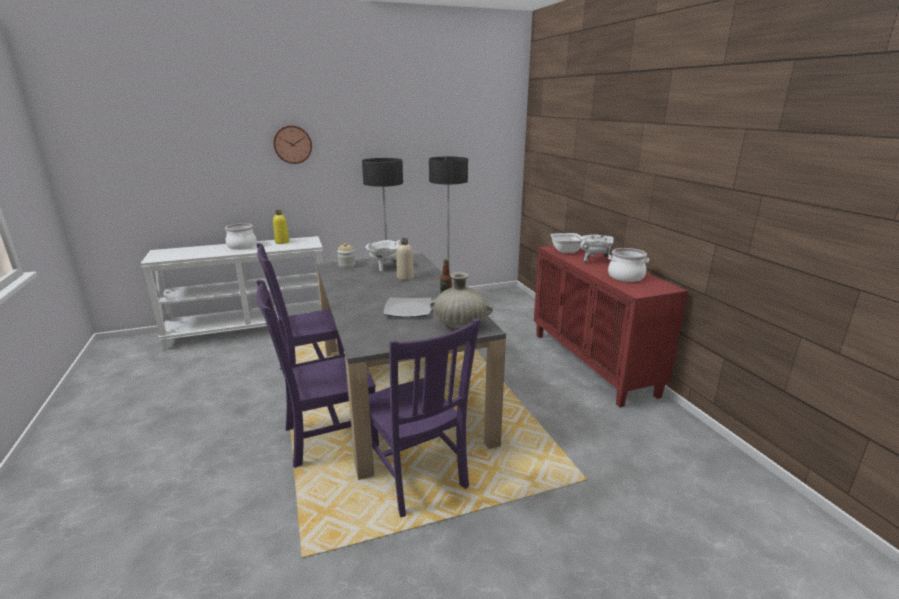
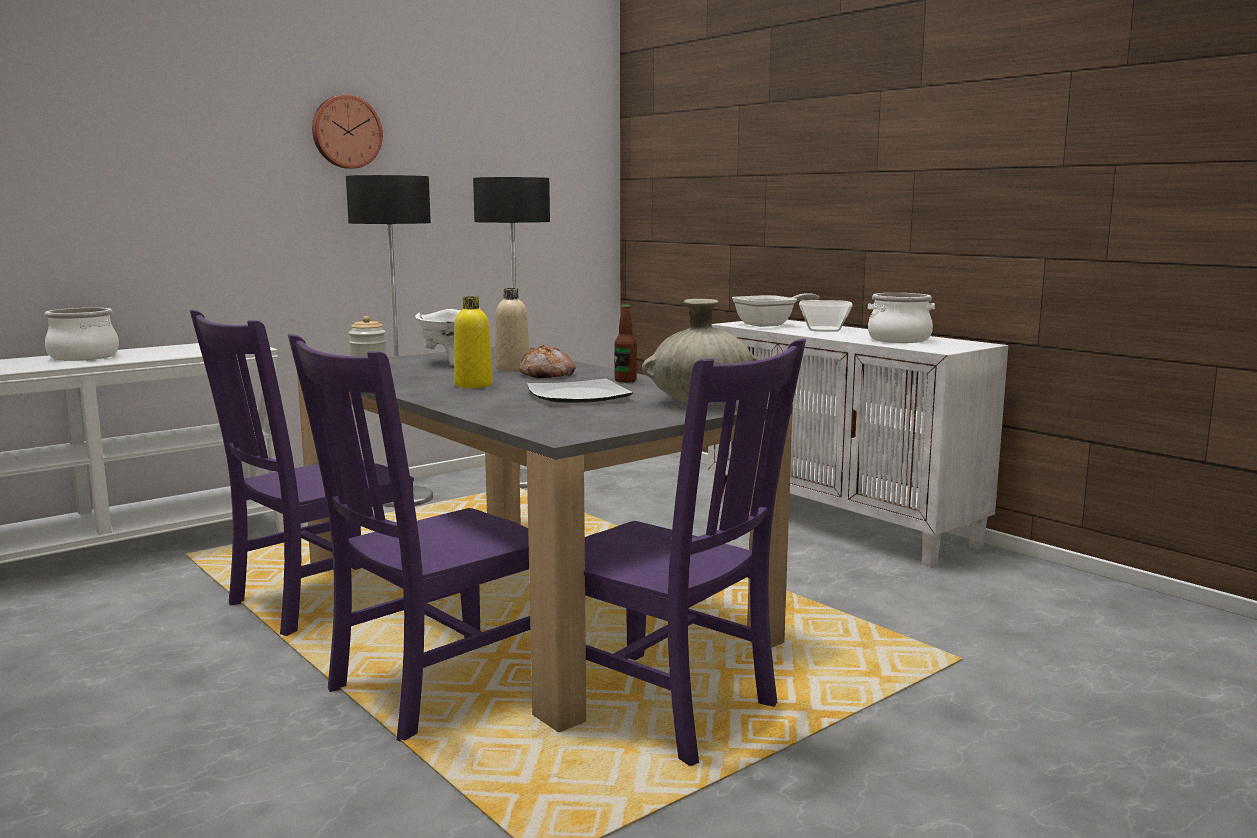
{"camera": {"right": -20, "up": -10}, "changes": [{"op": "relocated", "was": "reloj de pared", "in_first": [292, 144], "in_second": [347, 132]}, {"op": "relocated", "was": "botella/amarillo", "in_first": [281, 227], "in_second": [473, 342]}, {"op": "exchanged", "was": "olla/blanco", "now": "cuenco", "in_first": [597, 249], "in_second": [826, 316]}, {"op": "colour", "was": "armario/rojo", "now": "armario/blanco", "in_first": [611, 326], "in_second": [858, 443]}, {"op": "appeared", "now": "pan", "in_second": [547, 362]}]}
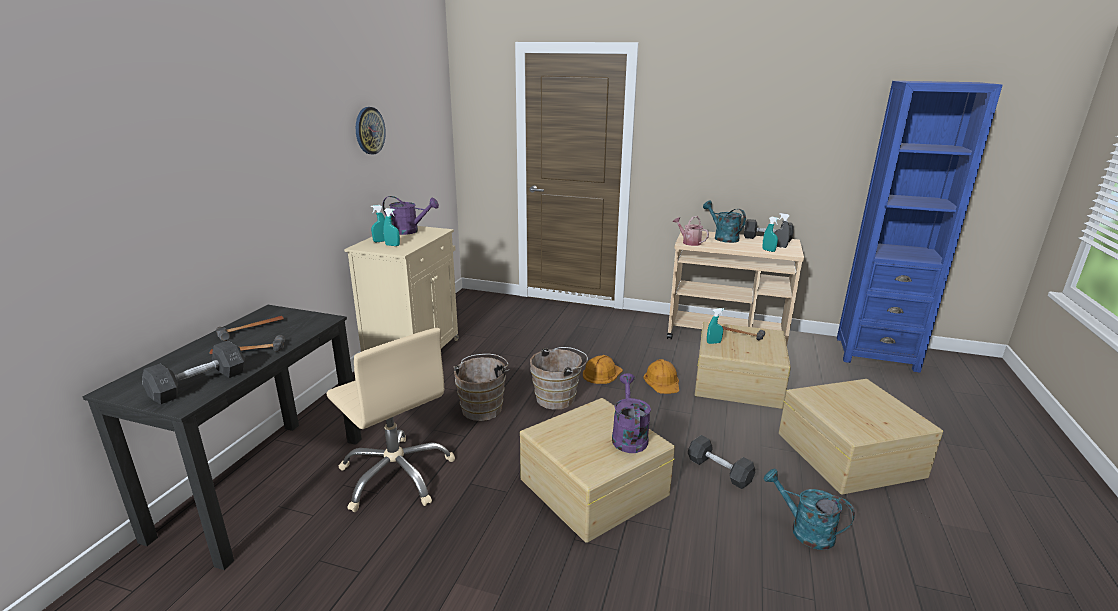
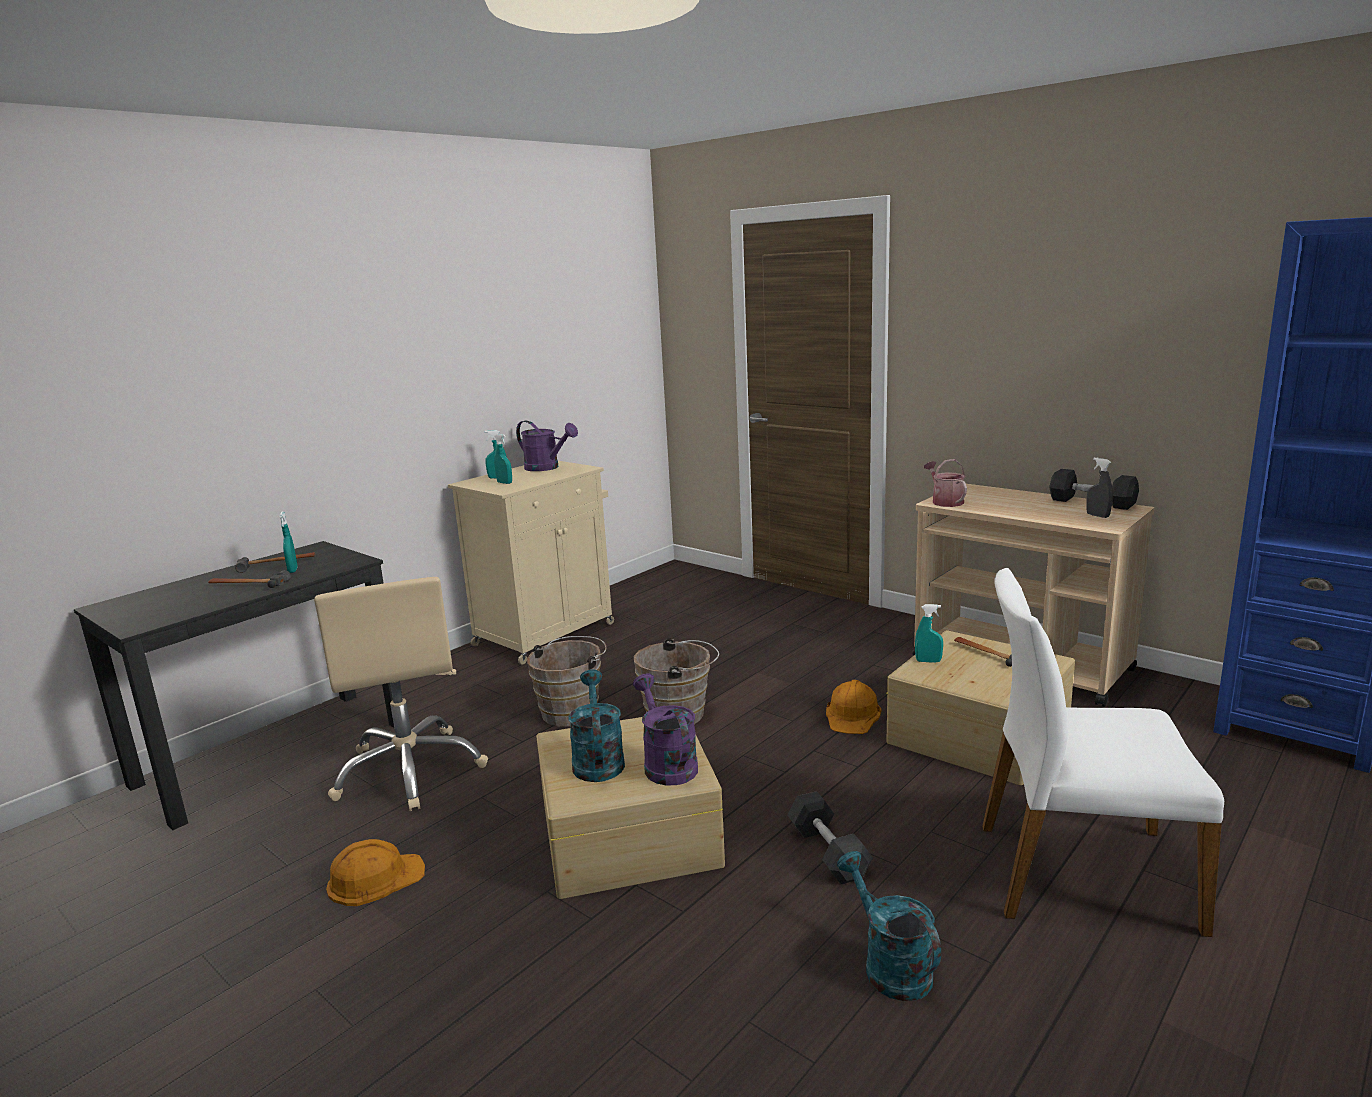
{"camera": {"right": 25, "up": -5}, "changes": [{"op": "missing", "was": "reloj de pared", "in_first": [371, 131]}, {"op": "relocated", "was": "regadera/turquesa", "in_first": [724, 222], "in_second": [596, 725]}, {"op": "relocated", "was": "pulverizador/turquesa", "in_first": [771, 234], "in_second": [288, 542]}, {"op": "missing", "was": "mancuerna/gris", "in_first": [193, 372]}, {"op": "relocated", "was": "casco/naranja", "in_first": [603, 369], "in_second": [375, 872]}, {"op": "spun", "was": "regadera/morado", "in_first": [631, 413], "in_second": [665, 729], "clockwise": -45}, {"op": "exchanged", "was": "caja de almacenaje/beis", "now": "silla/blanco", "in_first": [861, 436], "in_second": [1103, 752]}]}
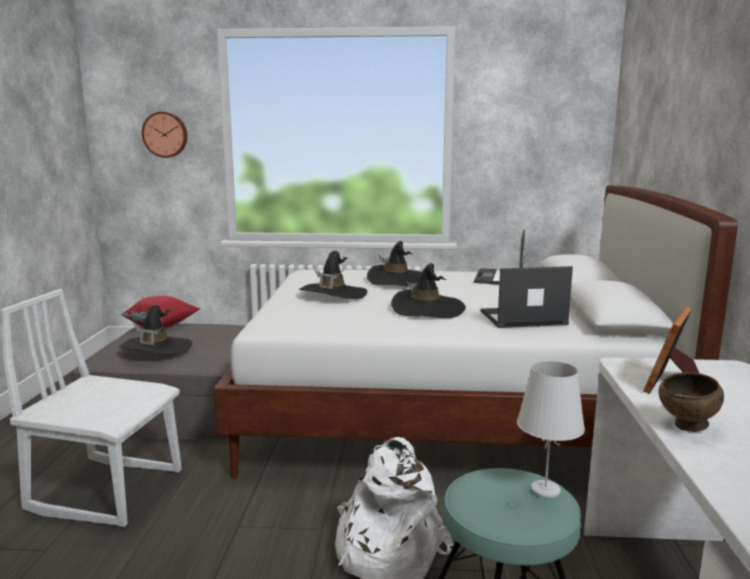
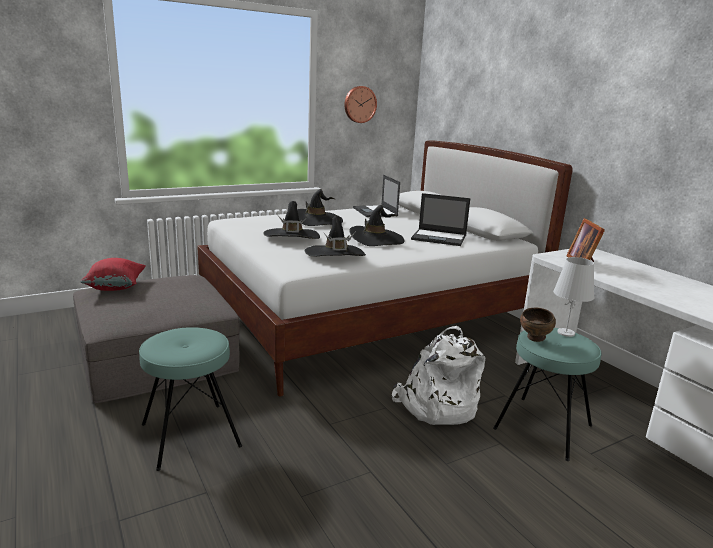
{"camera": {"right": -35, "up": 5}, "changes": [{"op": "relocated", "was": "reloj de pared", "in_first": [164, 135], "in_second": [361, 104]}, {"op": "spun", "was": "portátil", "in_first": [526, 297], "in_second": [440, 219], "clockwise": -120}, {"op": "exchanged", "was": "silla/blanco", "now": "taburete/turquesa", "in_first": [91, 408], "in_second": [190, 399]}, {"op": "relocated", "was": "sombrero/negro", "in_first": [155, 329], "in_second": [335, 236]}, {"op": "relocated", "was": "cuenco/marrón", "in_first": [691, 402], "in_second": [538, 324]}]}
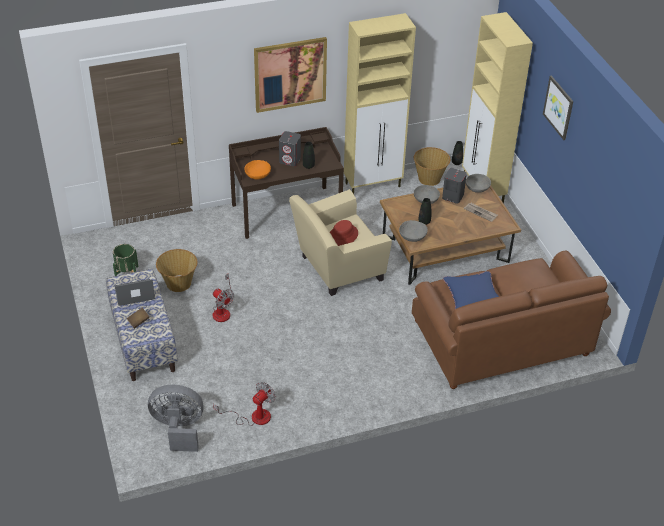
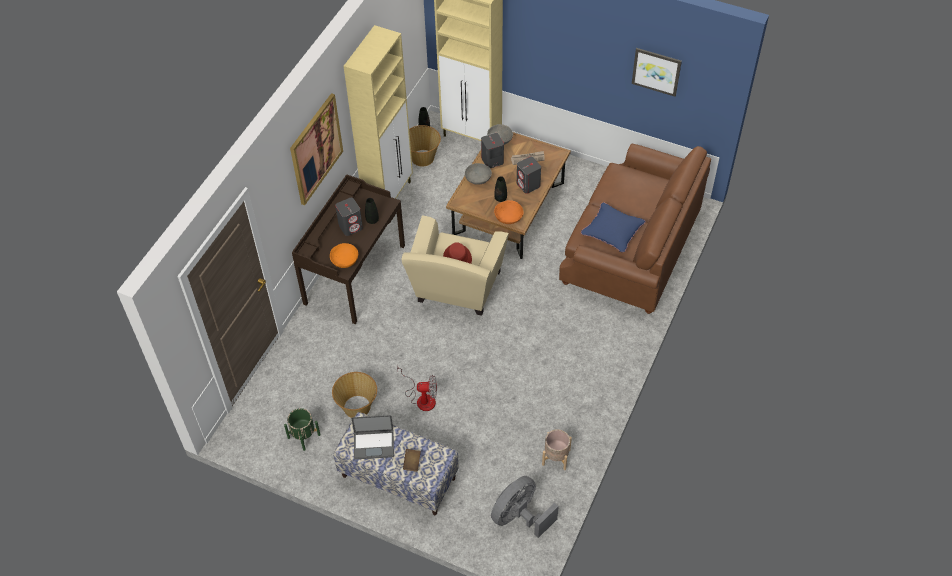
{"camera": {"right": -45, "up": 10}, "changes": [{"op": "relocated", "was": "cuadro", "in_first": [558, 107], "in_second": [657, 72]}, {"op": "colour", "was": "cuenco/gris", "now": "cuenco/naranja", "in_first": [413, 231], "in_second": [509, 212]}, {"op": "spun", "was": "portátil", "in_first": [134, 292], "in_second": [372, 437], "clockwise": -120}, {"op": "exchanged", "was": "ventilador", "now": "maceta/beis", "in_first": [244, 404], "in_second": [557, 449]}, {"op": "appeared", "now": "altavoz/gris", "in_second": [529, 175]}]}
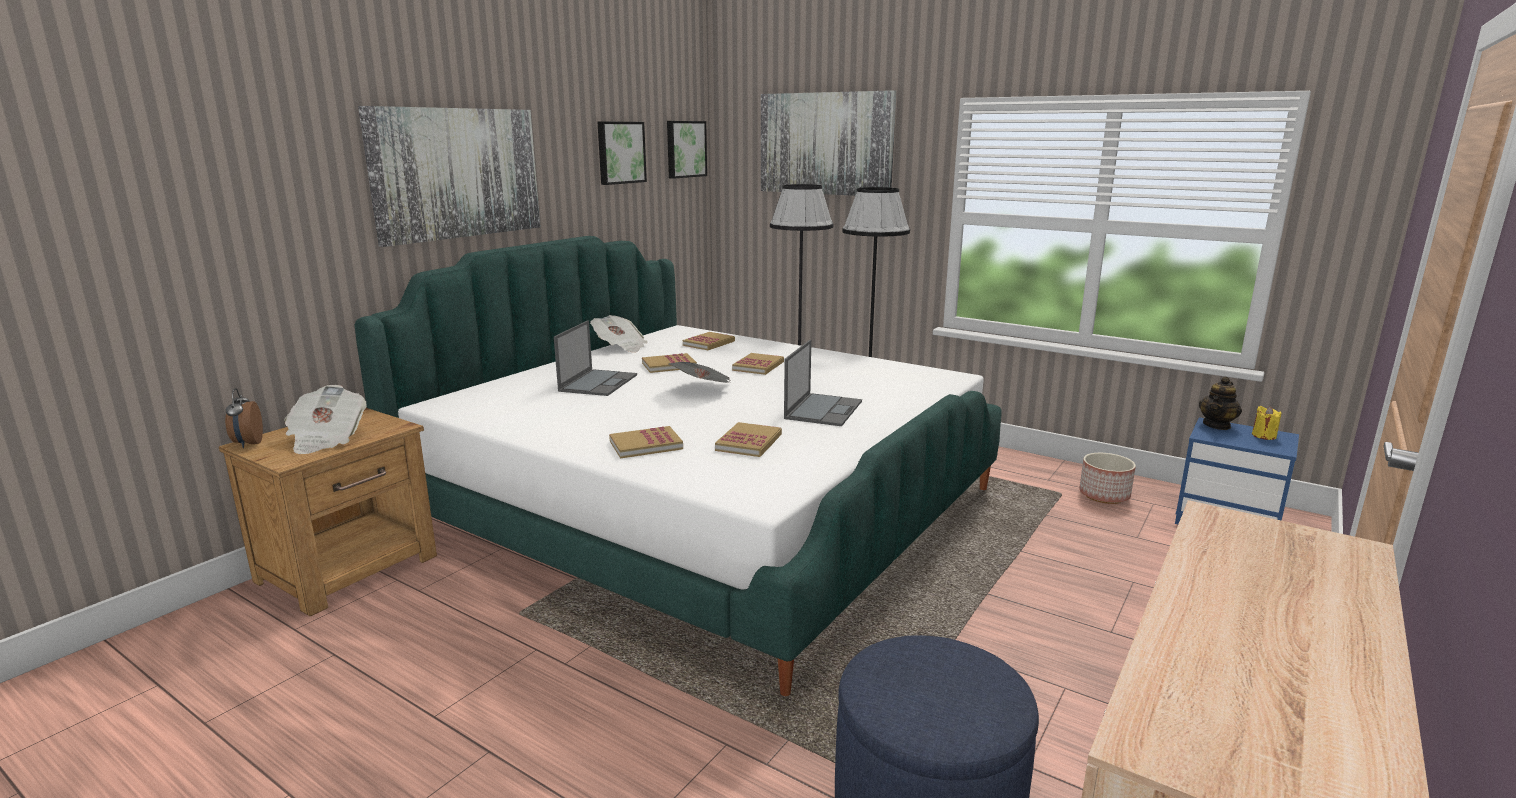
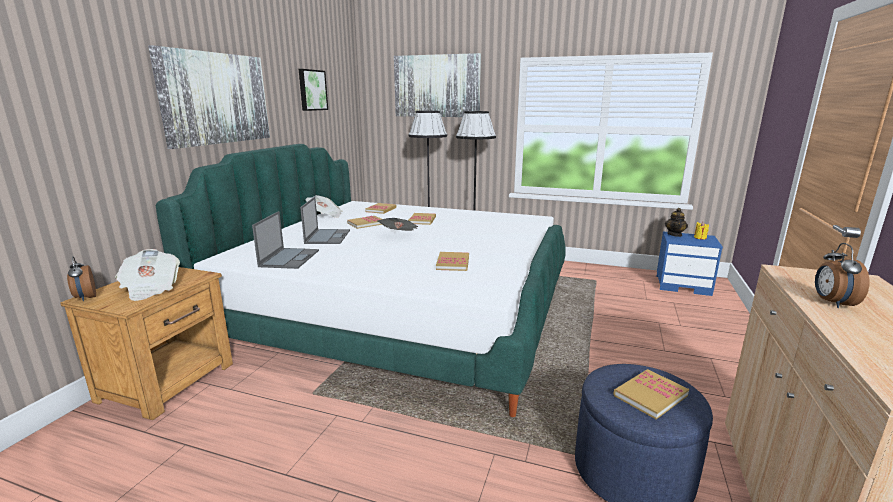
{"camera": {"right": -15, "up": 0}, "changes": [{"op": "missing", "was": "cuadro", "in_first": [687, 150]}, {"op": "relocated", "was": "portátil", "in_first": [823, 383], "in_second": [285, 240]}, {"op": "relocated", "was": "libro", "in_first": [646, 442], "in_second": [651, 394]}, {"op": "missing", "was": "maceta", "in_first": [1107, 478]}, {"op": "appeared", "now": "despertador", "in_second": [842, 275]}]}
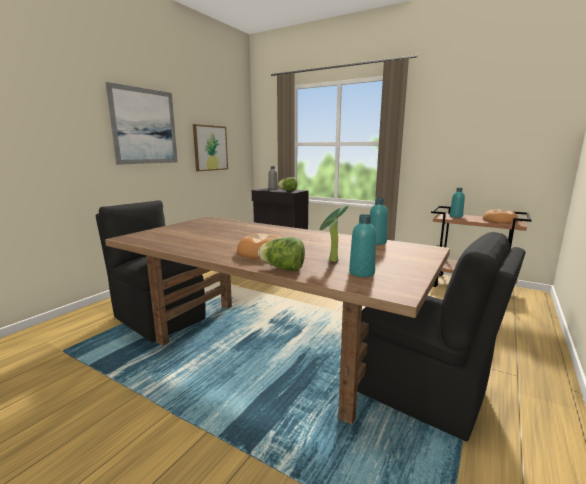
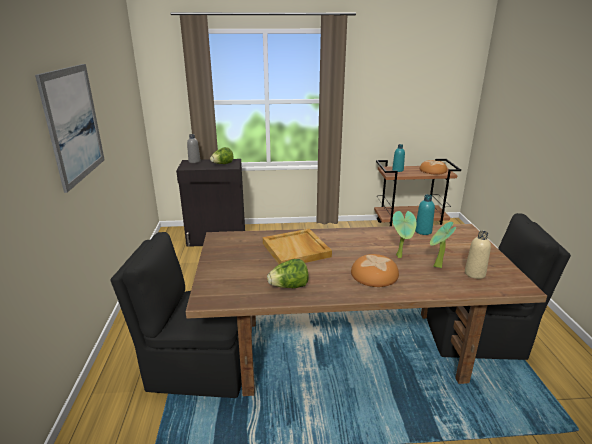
{"camera": {"right": -35, "up": 10}, "changes": [{"op": "missing", "was": "cuadro", "in_first": [210, 147]}, {"op": "colour", "was": "botella/turquesa", "now": "botella/beis", "in_first": [362, 245], "in_second": [478, 255]}, {"op": "relocated", "was": "lechuga", "in_first": [281, 254], "in_second": [288, 273]}, {"op": "appeared", "now": "planta en maceta", "in_second": [404, 234]}, {"op": "appeared", "now": "bandeja/beis", "in_second": [297, 246]}]}
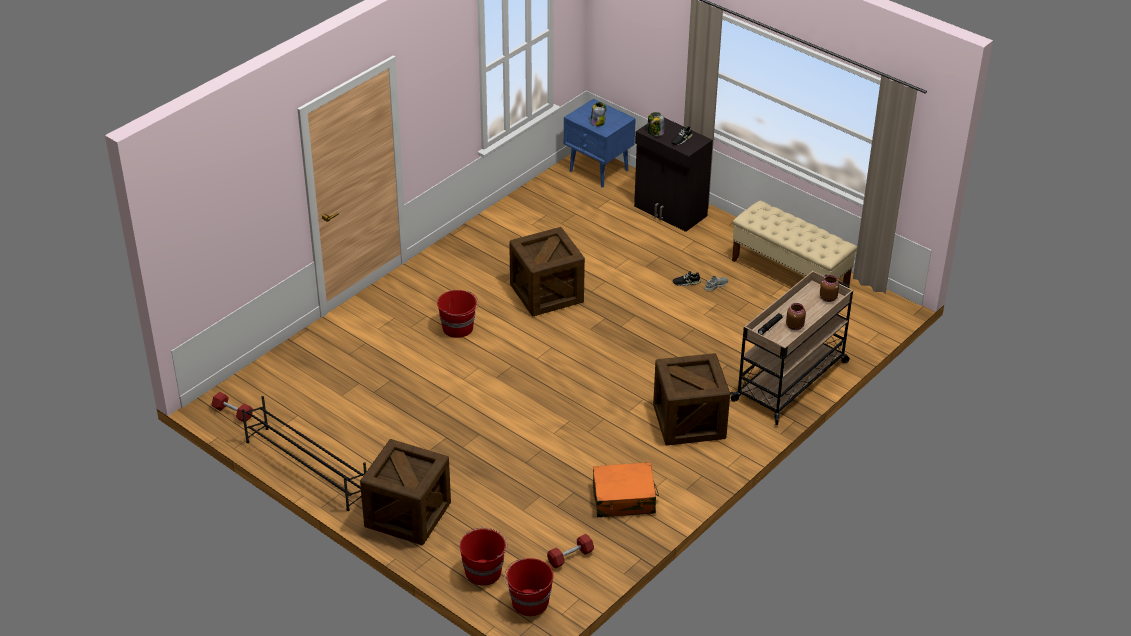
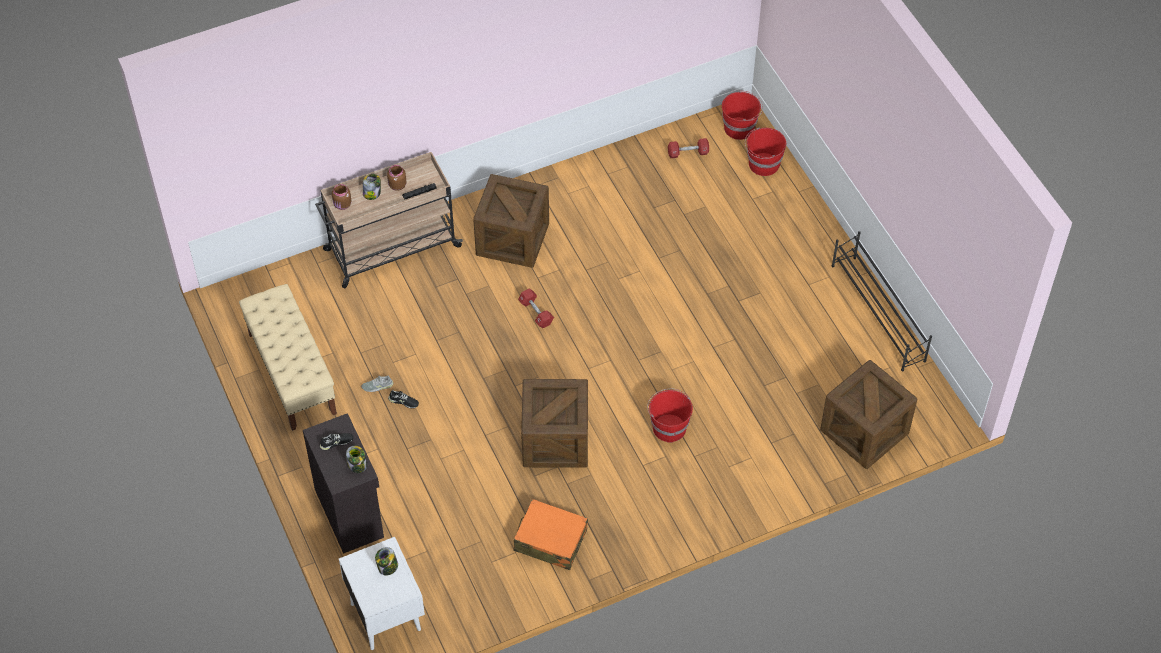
{"camera": {"right": -155, "up": 15}, "changes": [{"op": "colour", "was": "mesita de noche/azul", "now": "mesita de noche/blanco", "in_first": [600, 143], "in_second": [382, 593]}, {"op": "relocated", "was": "mancuerna/rojo", "in_first": [232, 407], "in_second": [536, 308]}, {"op": "relocated", "was": "caja de embalaje", "in_first": [405, 492], "in_second": [868, 414]}, {"op": "relocated", "was": "maleta/naranja", "in_first": [626, 489], "in_second": [551, 534]}, {"op": "appeared", "now": "tarro", "in_second": [372, 187]}]}
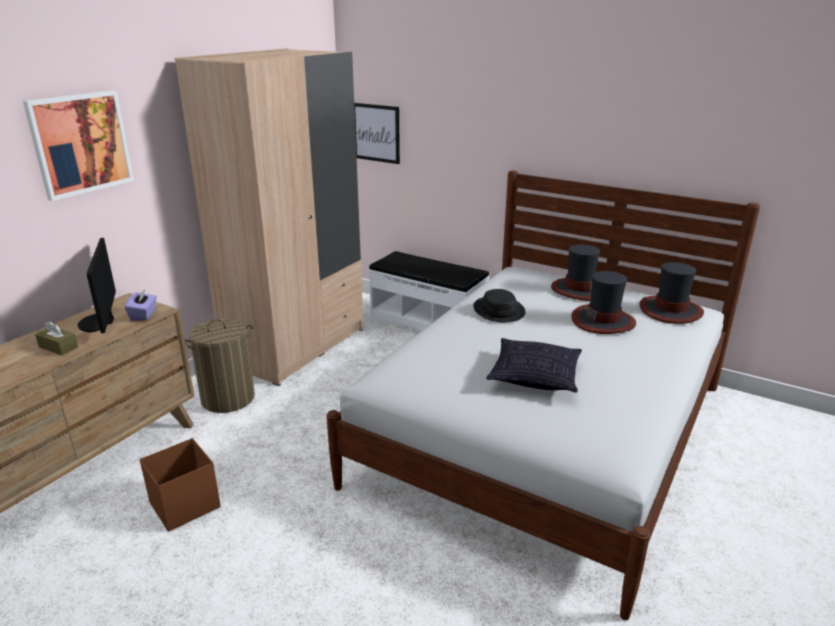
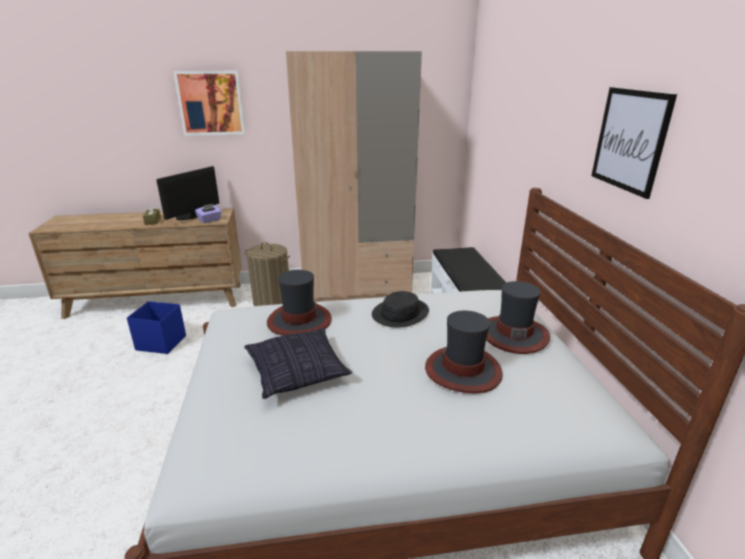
{"camera": {"right": 50, "up": 0}, "changes": [{"op": "relocated", "was": "cuadro", "in_first": [377, 133], "in_second": [634, 143]}, {"op": "relocated", "was": "sombrero", "in_first": [671, 293], "in_second": [299, 303]}, {"op": "colour", "was": "caja de almacenaje/marrón", "now": "caja de almacenaje/azul", "in_first": [180, 485], "in_second": [156, 327]}]}
